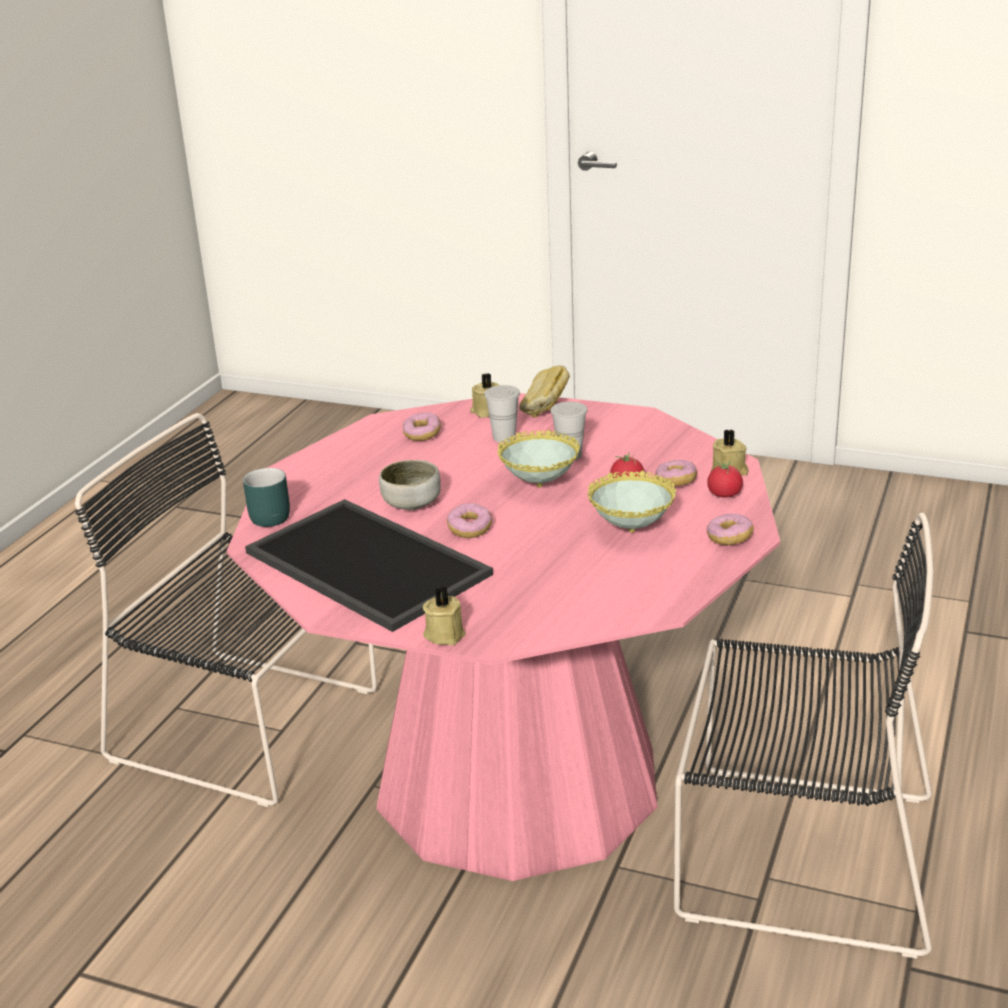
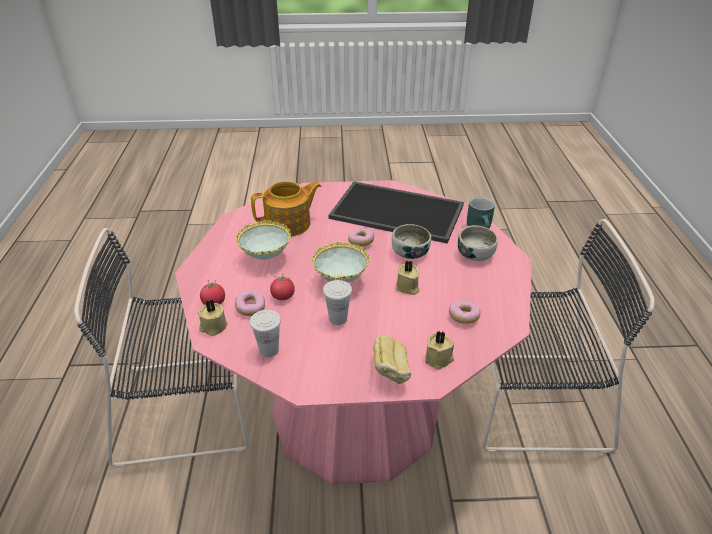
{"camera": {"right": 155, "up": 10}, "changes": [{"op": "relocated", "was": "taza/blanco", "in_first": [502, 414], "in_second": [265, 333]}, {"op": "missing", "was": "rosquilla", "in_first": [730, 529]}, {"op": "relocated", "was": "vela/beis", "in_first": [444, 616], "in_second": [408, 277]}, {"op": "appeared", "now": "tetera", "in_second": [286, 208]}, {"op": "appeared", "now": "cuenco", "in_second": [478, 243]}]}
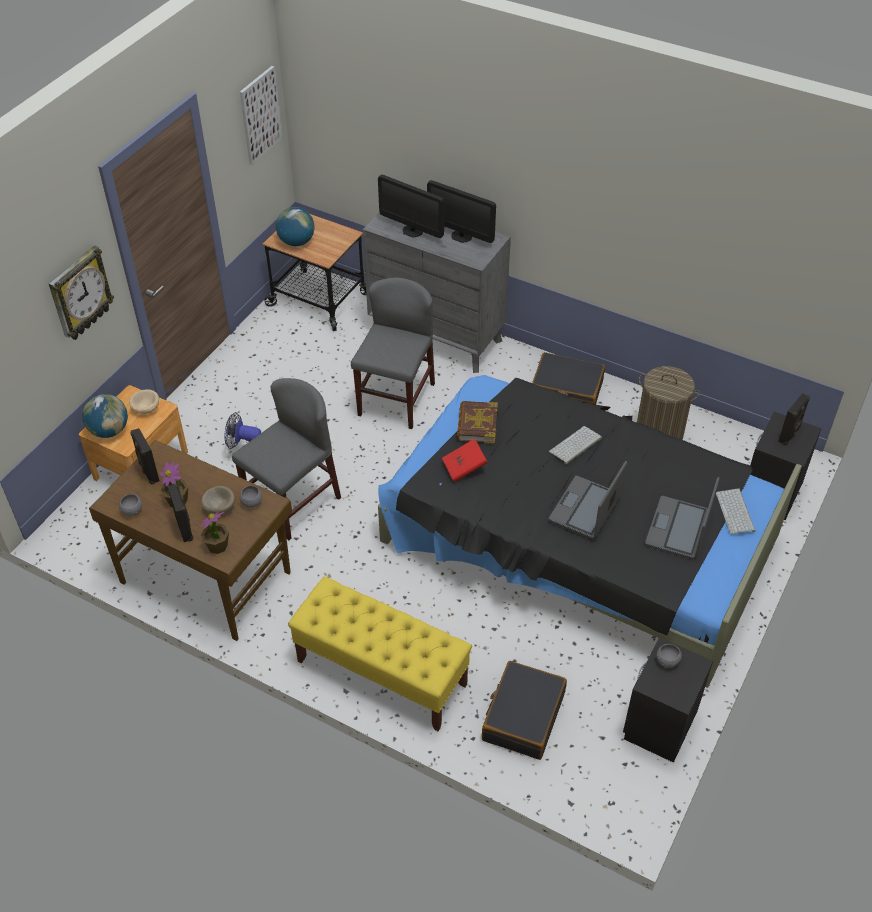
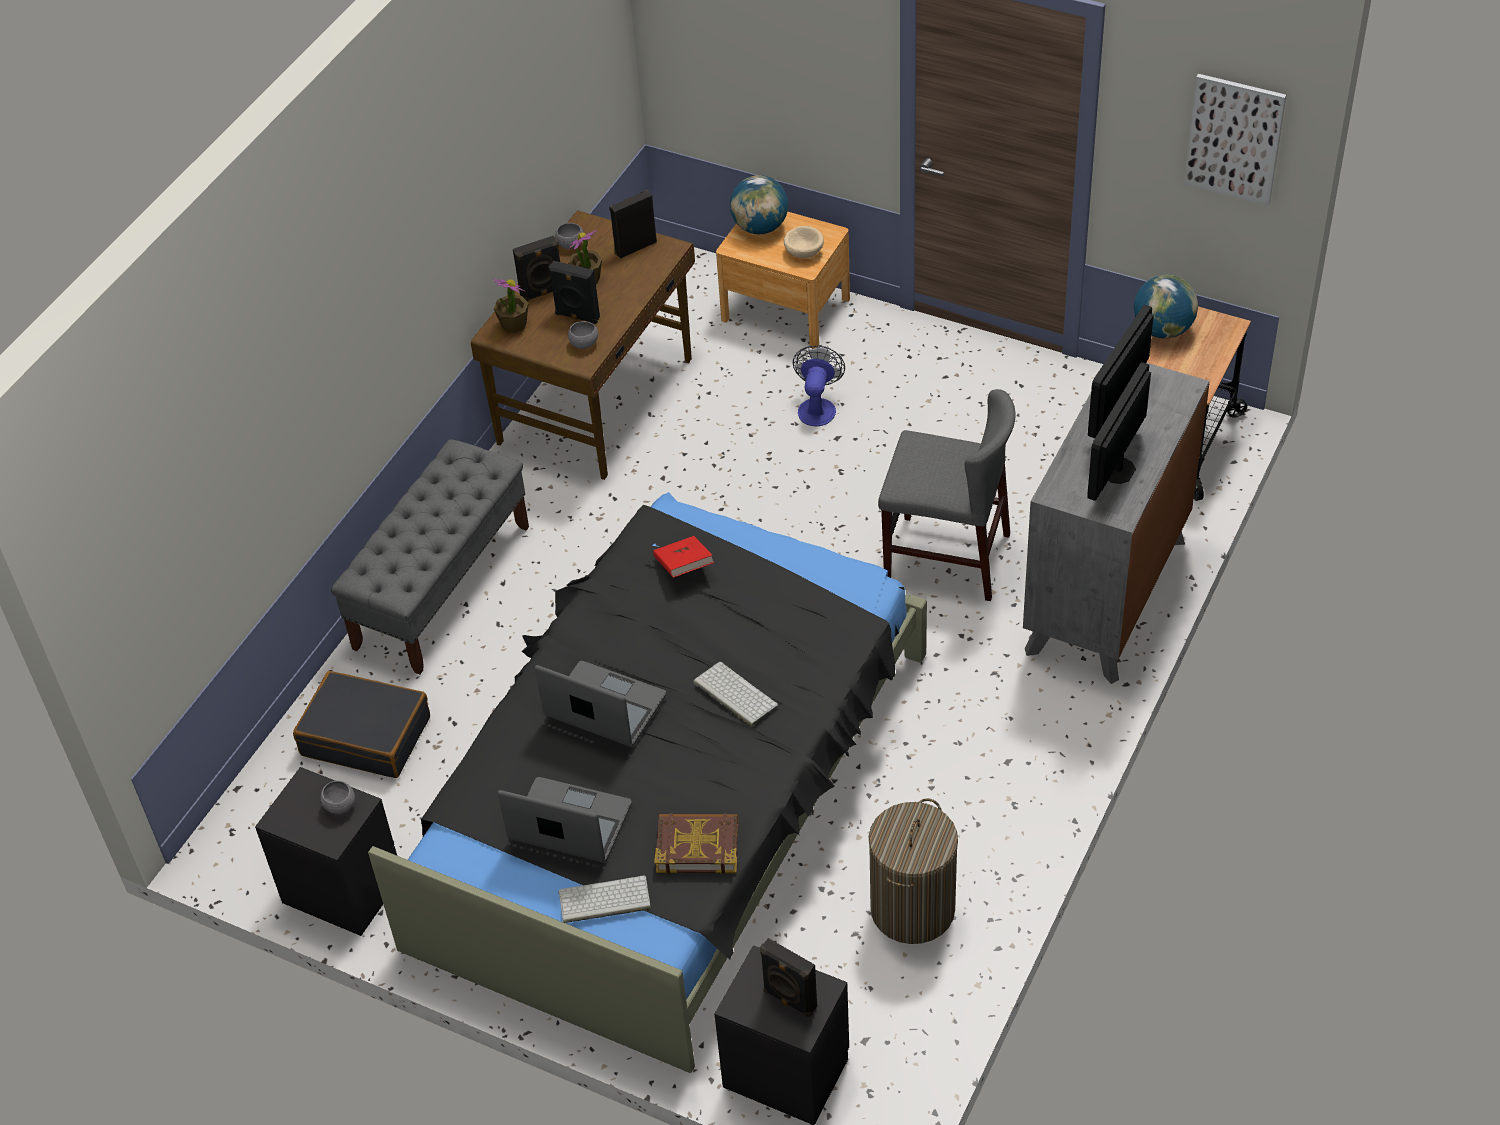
{"camera": {"right": 90, "up": 0}, "changes": [{"op": "missing", "was": "reloj de pared", "in_first": [81, 292]}, {"op": "missing", "was": "maleta/negro", "in_first": [568, 378]}, {"op": "missing", "was": "silla/gris", "in_first": [286, 459]}, {"op": "relocated", "was": "libro", "in_first": [477, 422], "in_second": [696, 843]}, {"op": "exchanged", "was": "cuenco/beis", "now": "altavoz/negro", "in_first": [218, 500], "in_second": [574, 292]}, {"op": "colour", "was": "banco/amarillo", "now": "banco/gris", "in_first": [380, 653], "in_second": [430, 557]}]}
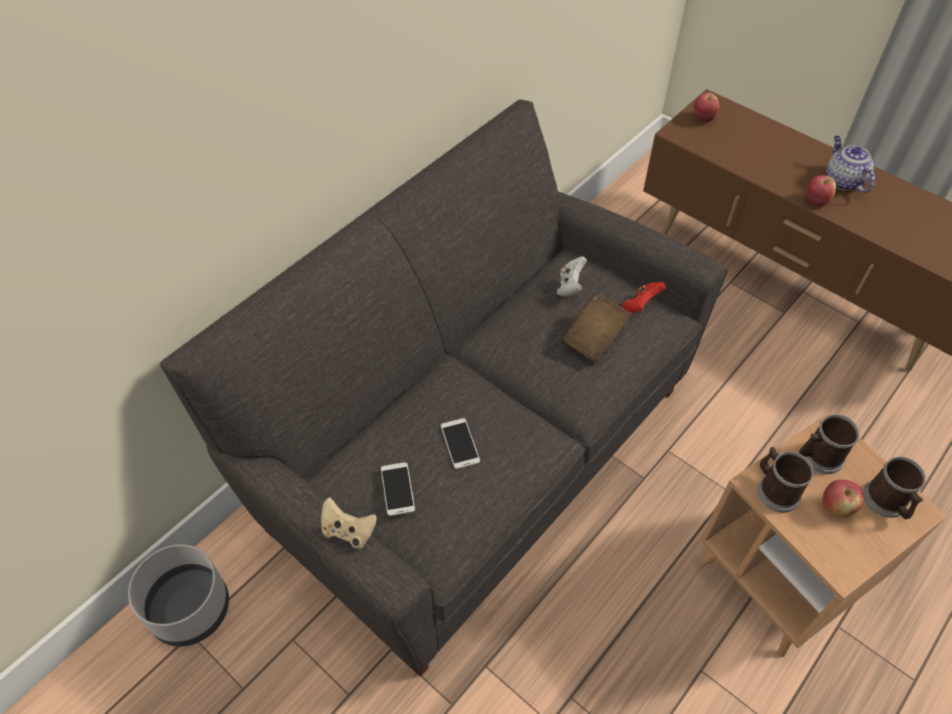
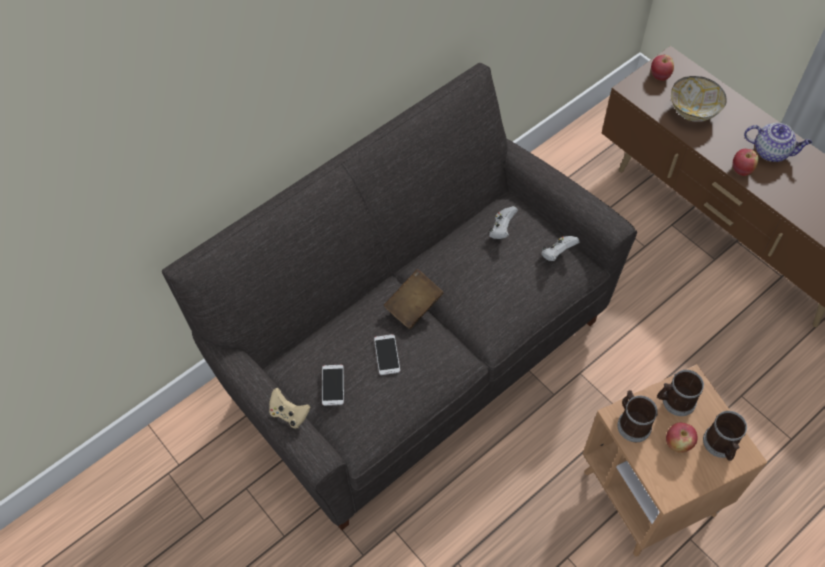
{"camera": {"right": 10, "up": 5}, "changes": [{"op": "spun", "was": "tetera", "in_first": [851, 164], "in_second": [778, 142], "clockwise": 120}, {"op": "colour", "was": "mando de consola/rojo", "now": "mando de consola/blanco", "in_first": [644, 297], "in_second": [560, 248]}, {"op": "relocated", "was": "libro/marrón", "in_first": [596, 327], "in_second": [413, 299]}, {"op": "missing", "was": "maceta/gris", "in_first": [178, 595]}, {"op": "appeared", "now": "cuenco", "in_second": [699, 99]}]}
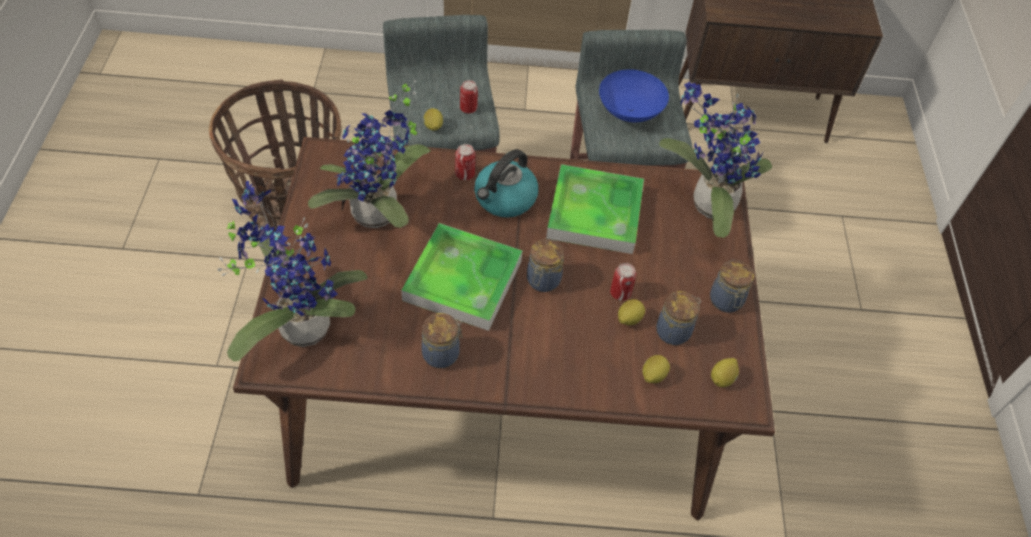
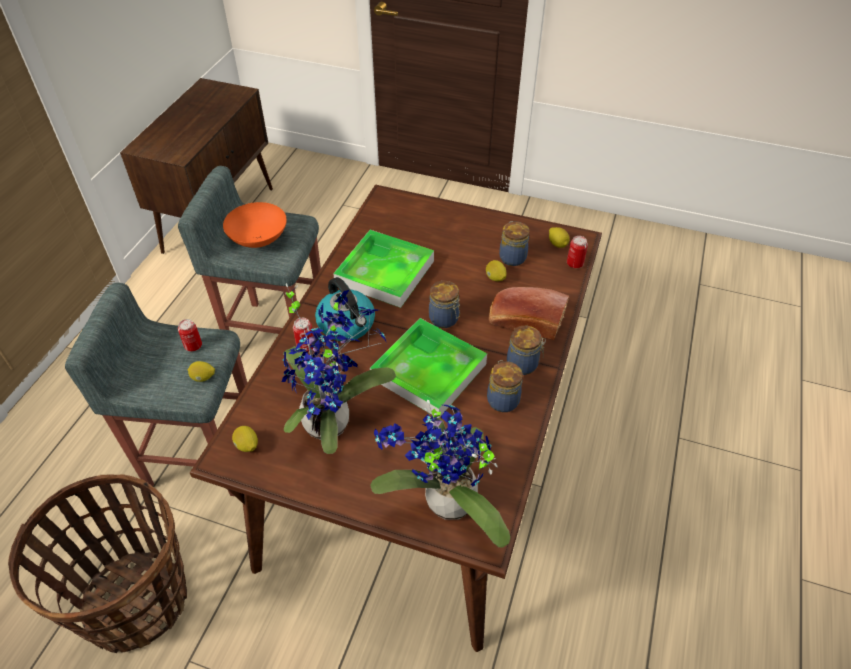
{"camera": {"right": -70, "up": -5}, "changes": [{"op": "colour", "was": "cuenco/azul", "now": "cuenco/naranja", "in_first": [634, 95], "in_second": [255, 225]}, {"op": "missing", "was": "planta en maceta", "in_first": [715, 160]}, {"op": "relocated", "was": "tarro", "in_first": [732, 286], "in_second": [526, 350]}, {"op": "relocated", "was": "lata", "in_first": [623, 282], "in_second": [577, 252]}, {"op": "relocated", "was": "limón", "in_first": [656, 369], "in_second": [245, 439]}, {"op": "appeared", "now": "pan", "in_second": [529, 313]}]}
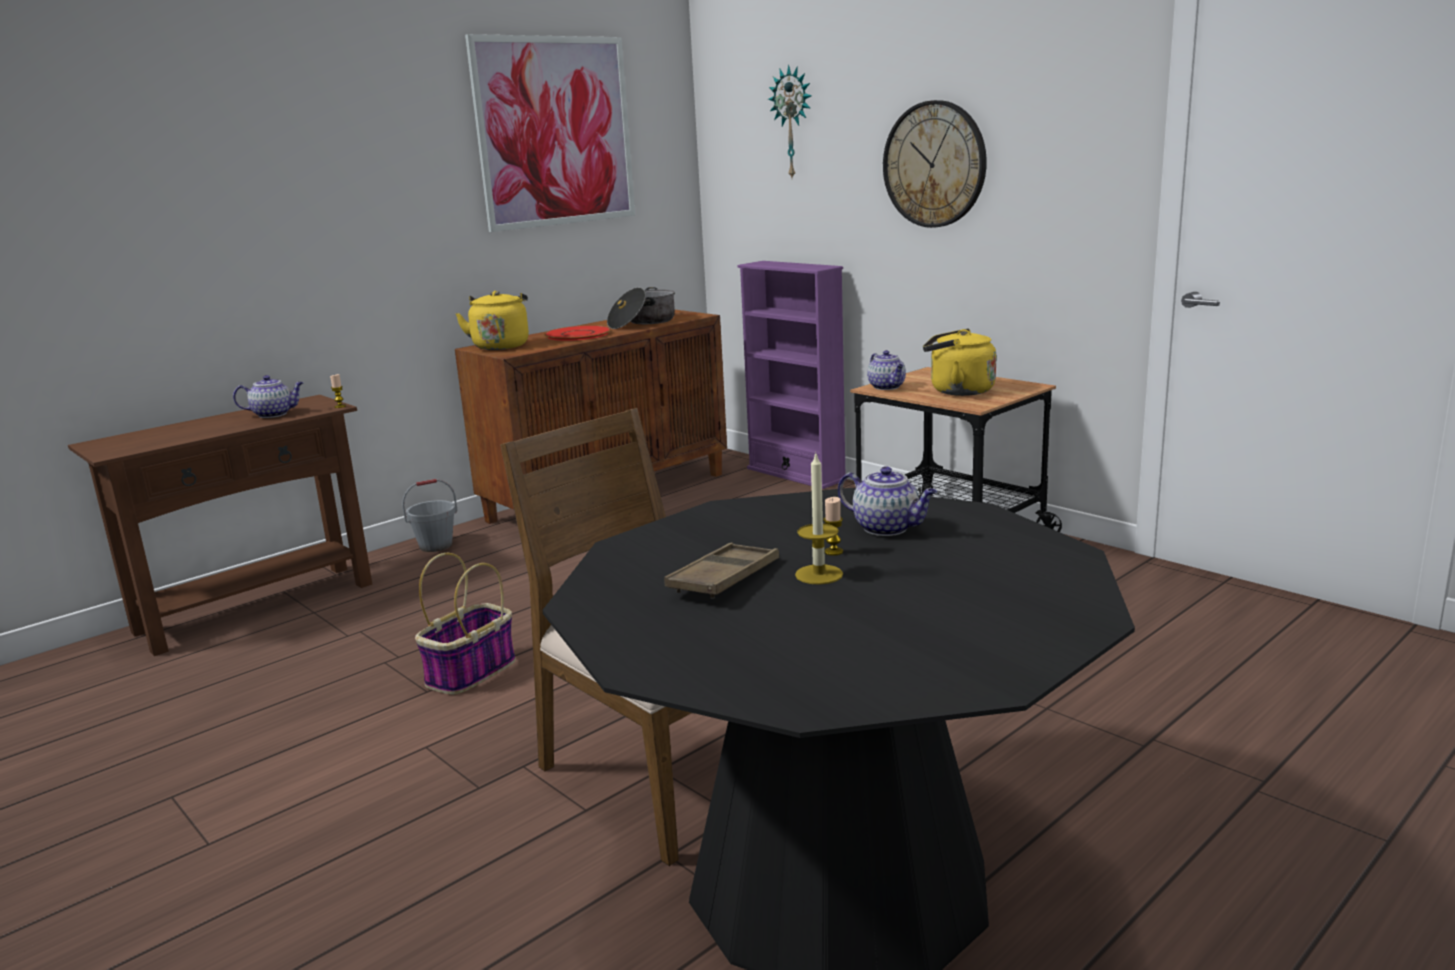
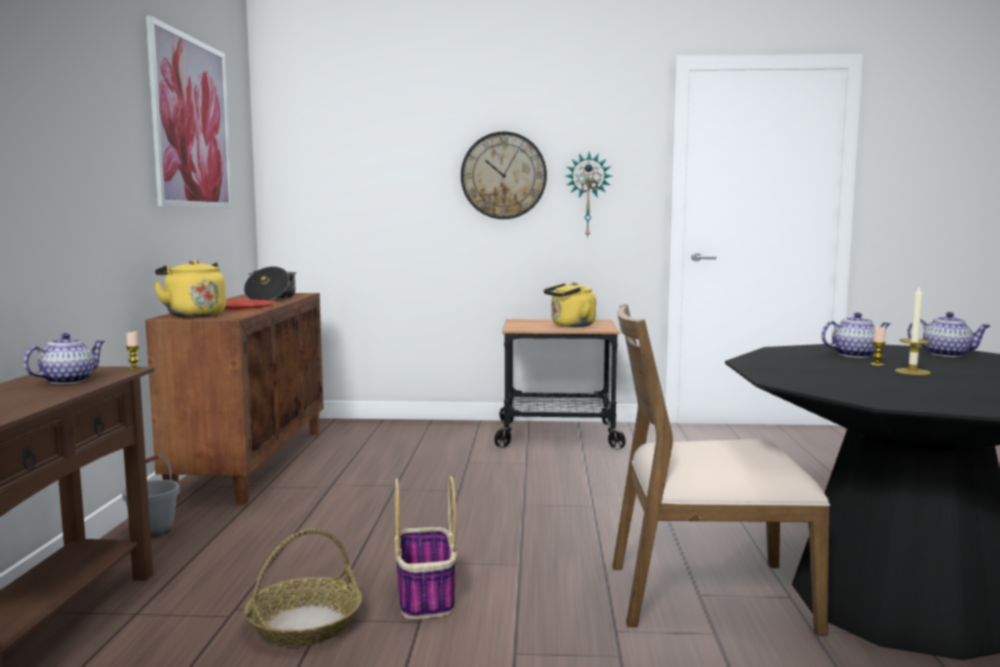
{"camera": {"right": -45, "up": -10}, "changes": [{"op": "relocated", "was": "reloj de pared", "in_first": [790, 121], "in_second": [588, 195]}, {"op": "missing", "was": "estantería/morado", "in_first": [792, 375]}, {"op": "relocated", "was": "tetera", "in_first": [886, 370], "in_second": [949, 334]}, {"op": "missing", "was": "bandeja/marrón", "in_first": [721, 571]}, {"op": "appeared", "now": "cesta", "in_second": [303, 588]}]}
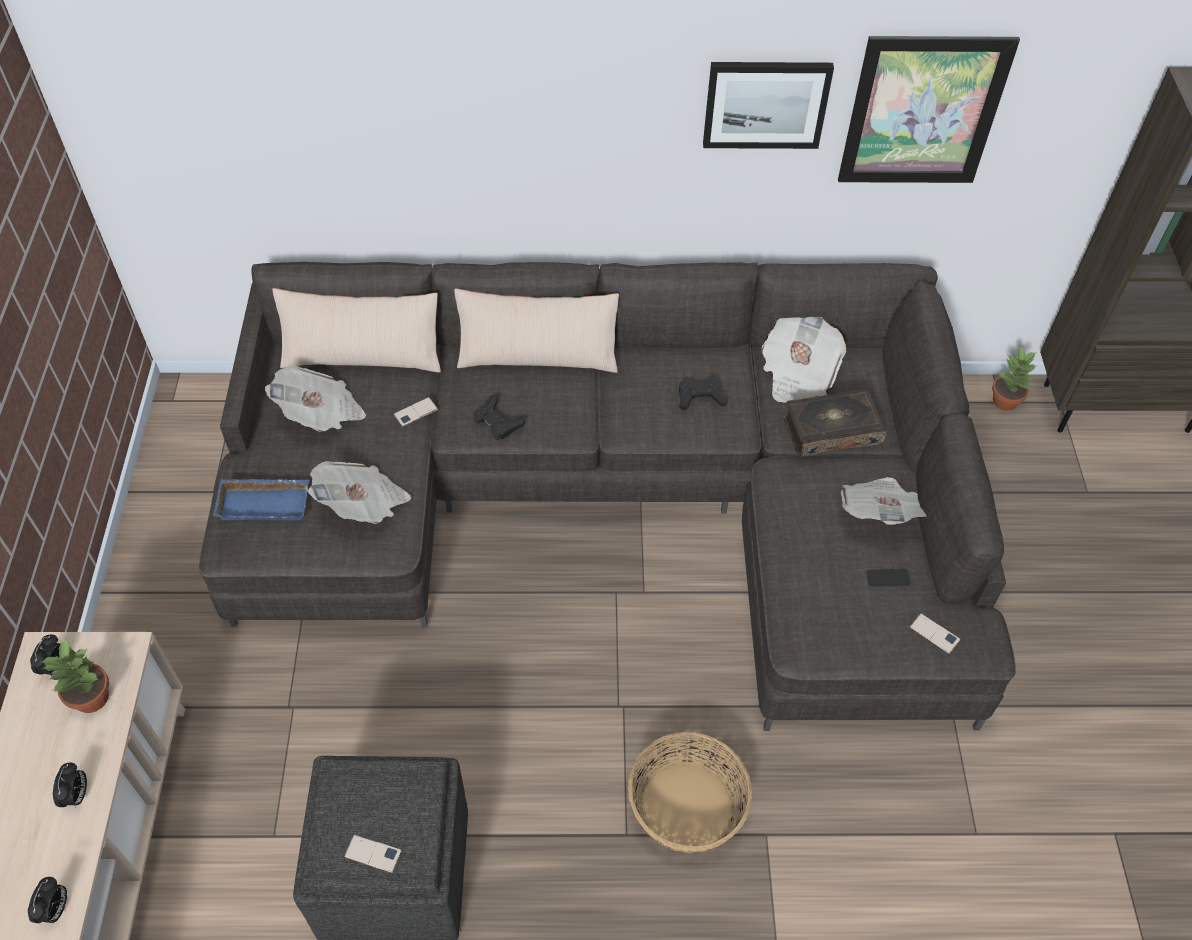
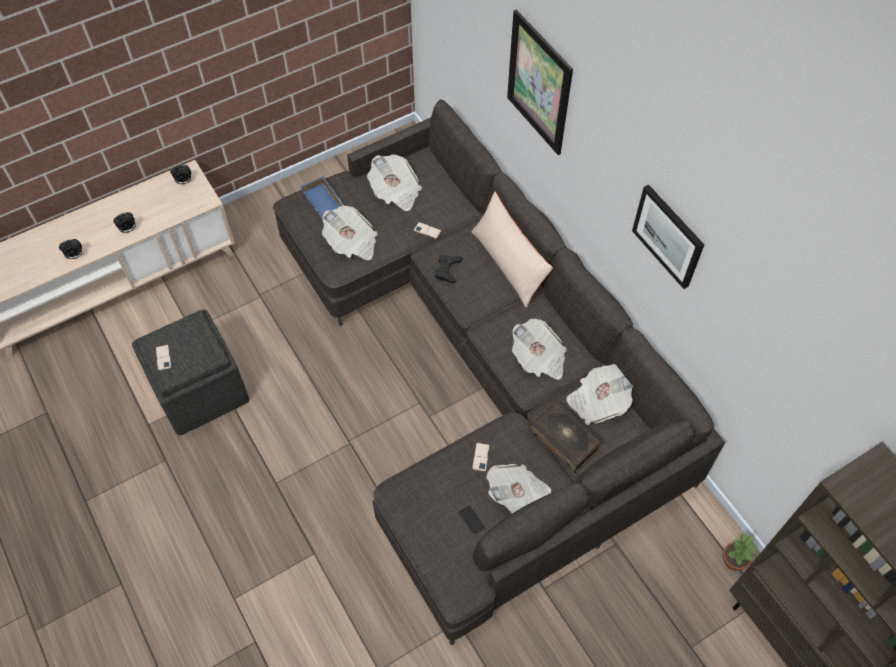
{"camera": {"right": 60, "up": 5}, "changes": [{"op": "relocated", "was": "cuadro", "in_first": [929, 109], "in_second": [540, 82]}, {"op": "missing", "was": "cojín/beis", "in_first": [356, 330]}, {"op": "exchanged", "was": "mando de consola/negro", "now": "periódico", "in_first": [703, 393], "in_second": [539, 349]}, {"op": "relocated", "was": "móvil", "in_first": [935, 633], "in_second": [481, 457]}, {"op": "missing", "was": "planta en maceta", "in_first": [75, 675]}, {"op": "missing", "was": "cesta", "in_first": [690, 792]}]}
